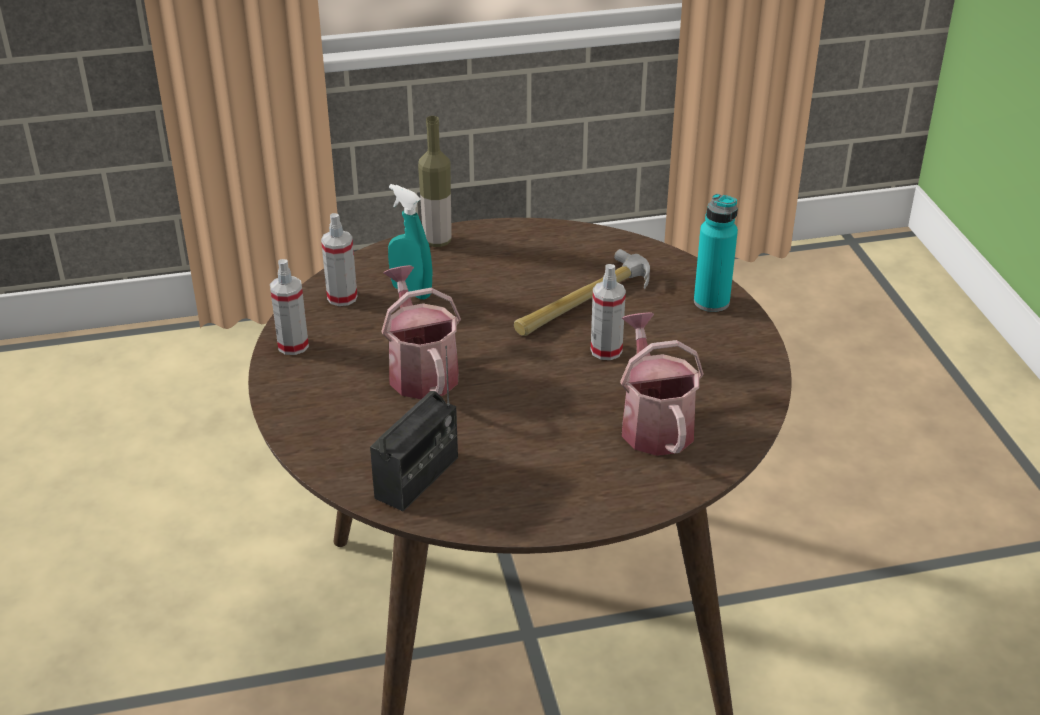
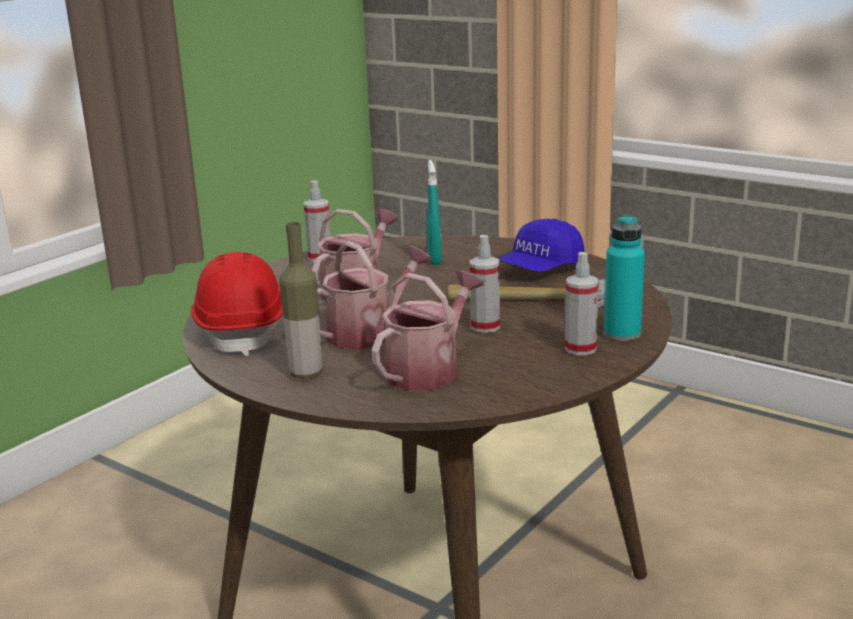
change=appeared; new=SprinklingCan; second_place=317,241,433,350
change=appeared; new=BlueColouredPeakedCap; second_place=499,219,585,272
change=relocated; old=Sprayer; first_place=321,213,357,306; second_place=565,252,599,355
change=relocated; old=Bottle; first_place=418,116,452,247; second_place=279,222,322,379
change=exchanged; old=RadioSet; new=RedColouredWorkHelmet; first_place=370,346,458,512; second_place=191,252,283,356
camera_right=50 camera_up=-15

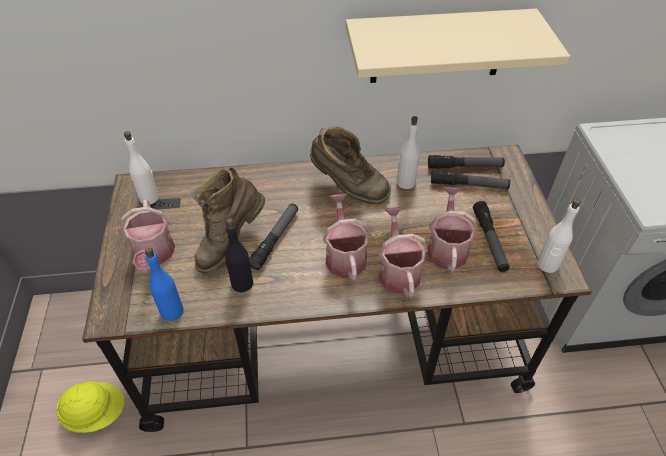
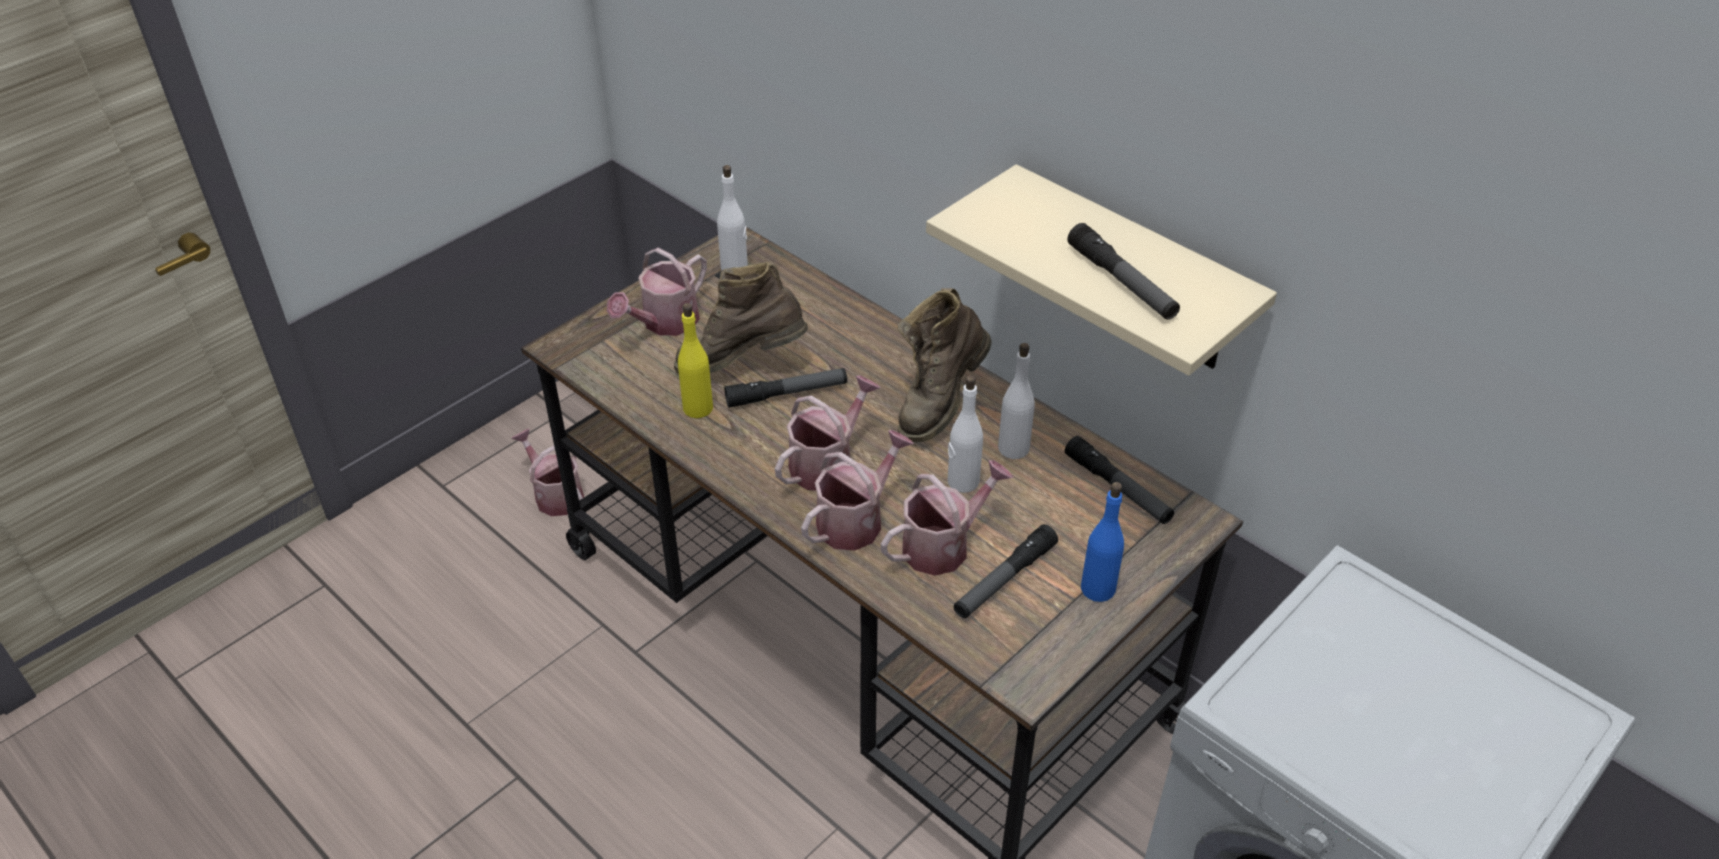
change=relocated; old=BlueColouredBottle; first_place=145,247,184,321; second_place=1081,482,1124,602
change=relocated; old=Torch; first_place=431,170,510,189; second_place=1068,223,1180,320
change=relocated; old=WhitishBottle; first_place=537,199,581,273; second_place=947,375,983,493
change=exchanged; old=YellowColouredWorkHelmet; new=SprinklingCan; first_place=57,382,124,433; second_place=511,428,584,516
change=colour; old=BlackBottle; new=YellowColouredBottle; first_place=225,218,253,293; second_place=678,303,713,418
change=spun; old=BrownColouredTallBoot; first_place=310,126,391,204; second_place=897,288,992,442; degrees=45
camera_right=50 camera_up=-5

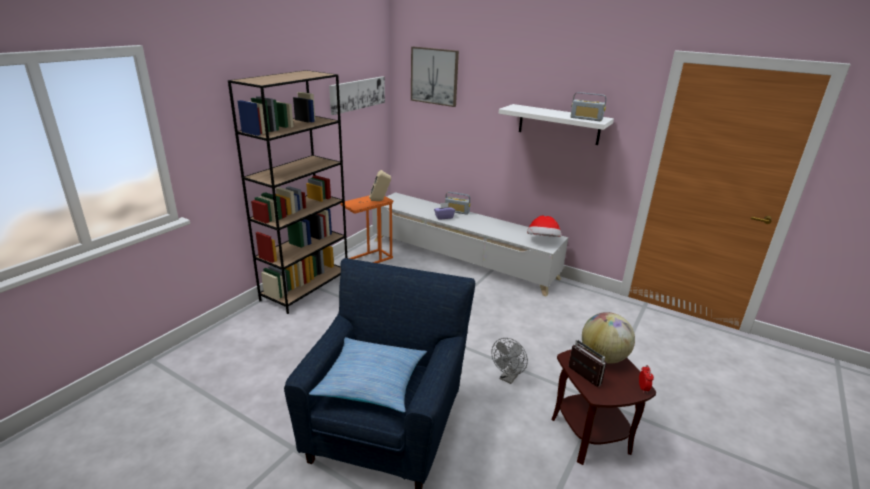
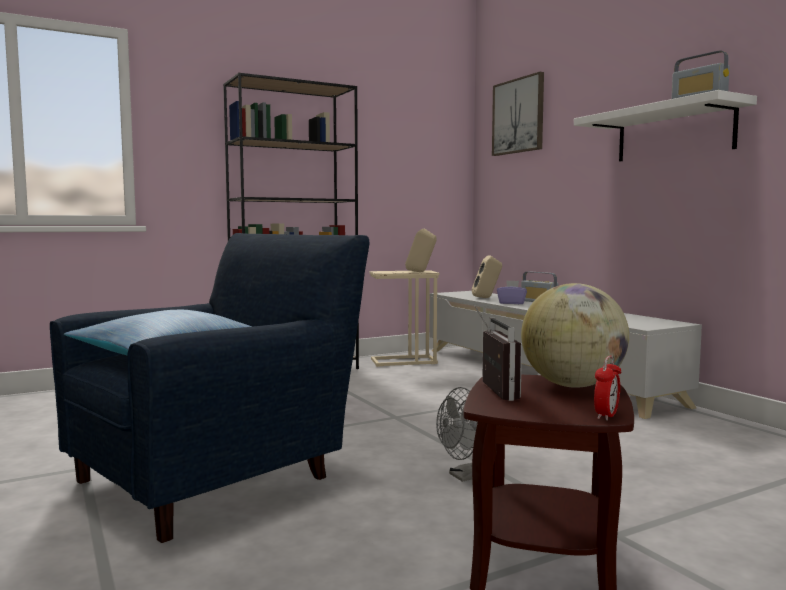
change=missing; old=Picture; first_place=329,76,385,115
change=missing; old=ClothingHat; first_place=527,216,561,237
change=appeared; new=BeigeColouredSpeaker; second_place=472,256,502,298
change=colour; old=OrangeColouredSideTable; new=BeigeColouredSideTable; first_place=340,195,394,263; second_place=369,270,439,367
camera_right=30 camera_up=-20

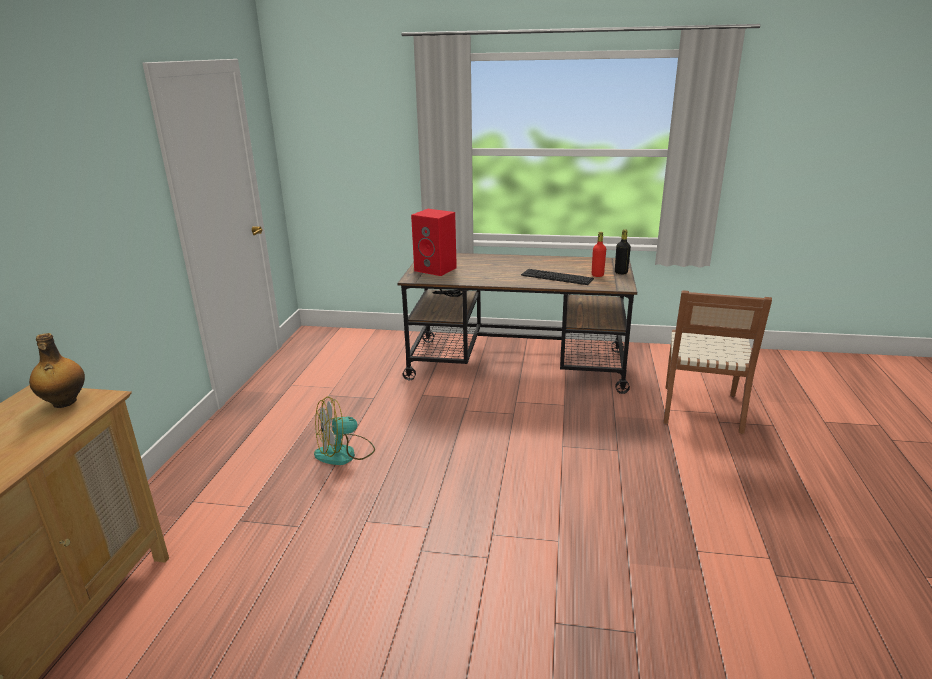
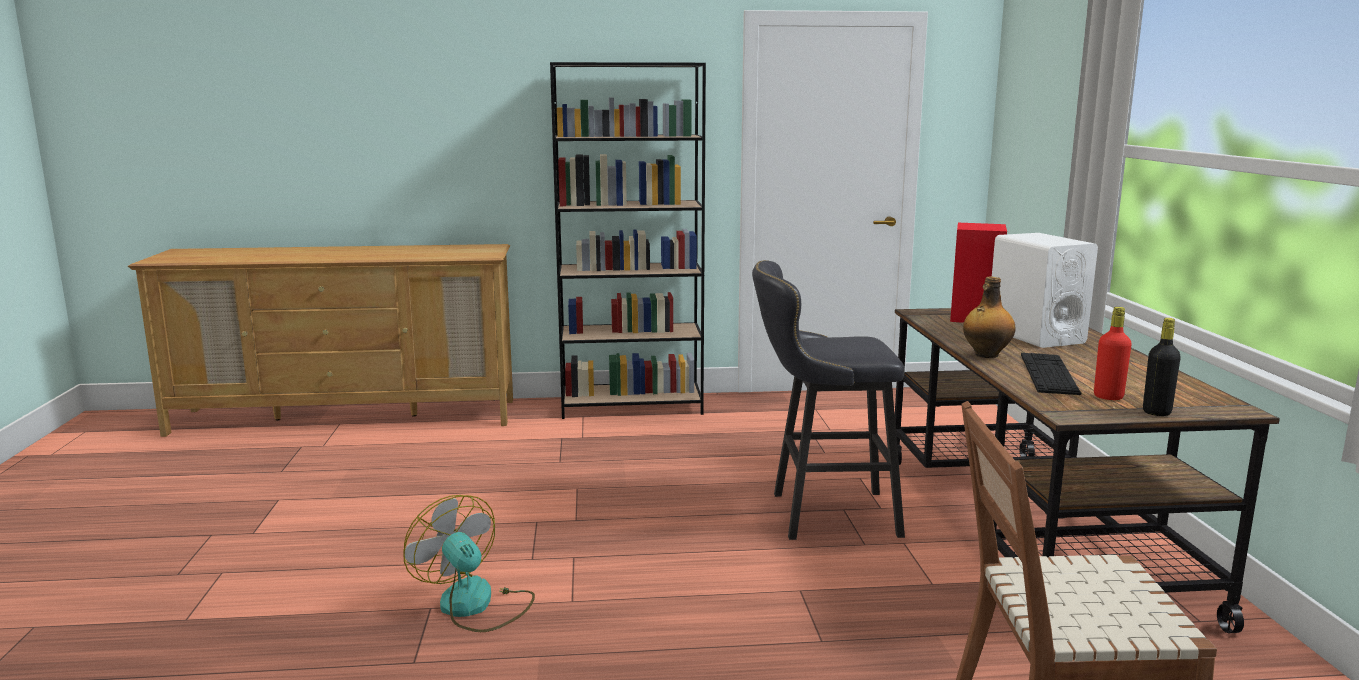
change=appeared; new=BeigeColouredShelvingUnit; second_place=550,62,706,419
change=appeared; new=BlackStoolSeat; second_place=752,260,905,540
change=appeared; new=WhitishSpeaker; second_place=992,233,1098,348
change=relocated; old=Bottle; first_place=29,333,85,408; second_place=963,276,1016,358
change=relocated; old=CoolingFan; first_place=314,396,375,465; second_place=403,495,535,632
camera_right=75 camera_up=-10

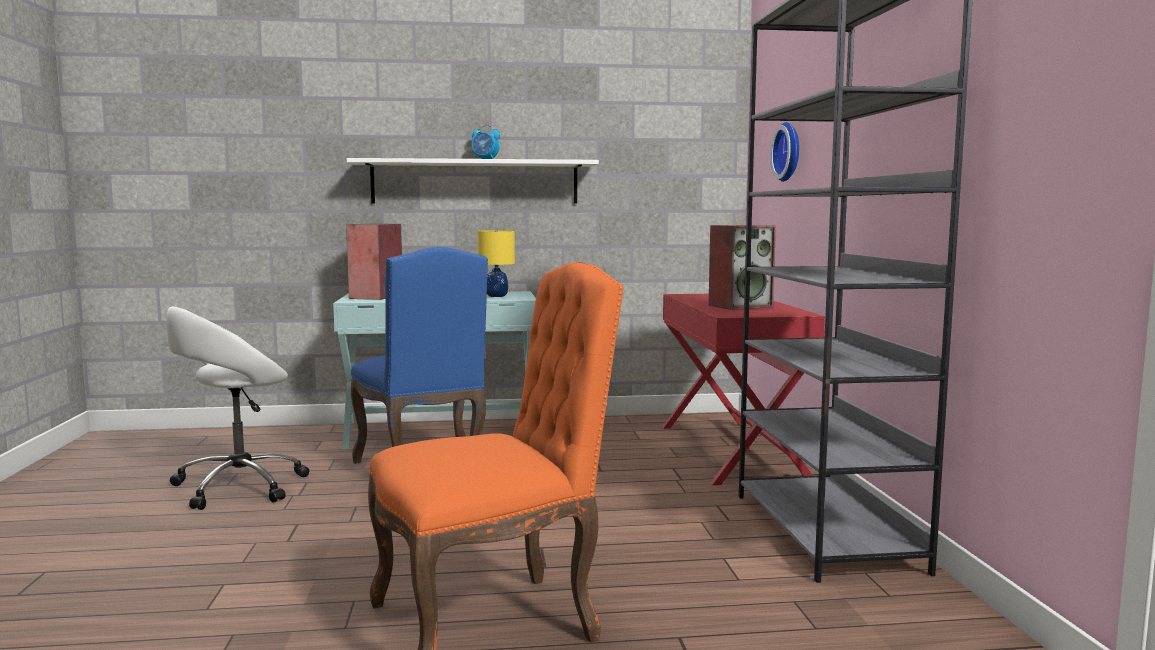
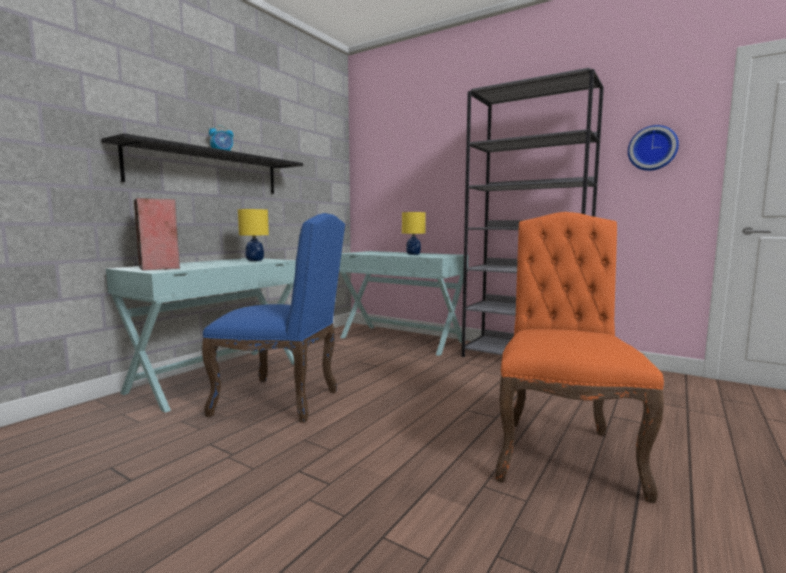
change=missing; old=WhitishDeskChair; first_place=166,307,309,510
change=relocated; old=WallClock; first_place=770,122,799,182; second_place=628,125,679,171
change=exchanged; old=Speaker; new=YellowColouredLampForATable; first_place=708,225,776,310; second_place=402,212,426,255
change=colour; old=WhitishShelf; new=BlackShelf; first_place=347,158,599,204; second_place=101,133,303,194
change=colour; old=RedColouredDesk; new=BlueGreenDesk; first_place=662,294,825,485; second_place=339,251,469,356
camera_right=-50 camera_up=0

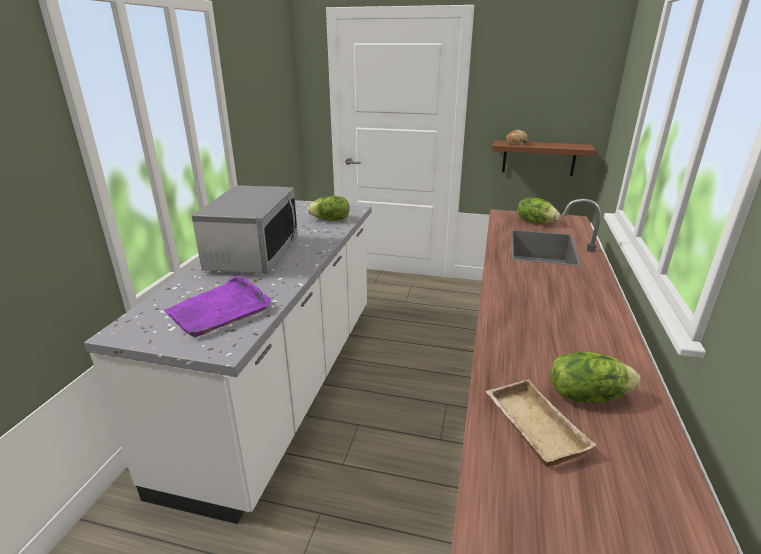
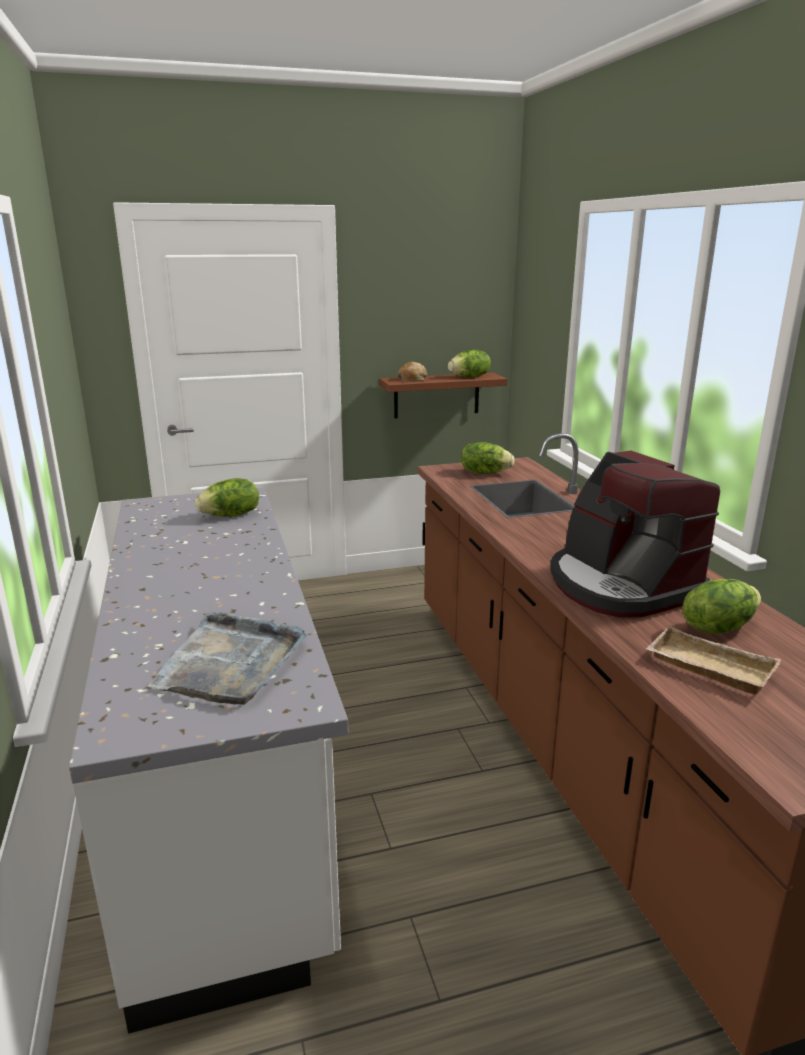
change=missing; old=MicrowaveOven; first_place=191,185,298,274
change=appeared; new=LettuceHead; second_place=448,350,491,377
change=appeared; new=CoffeeBrewer; second_place=550,451,720,617
change=colour; old=PurpleColouredTray; new=GrayTray; first_place=164,276,271,337; second_place=147,612,307,704
camera_right=-30 camera_up=-5

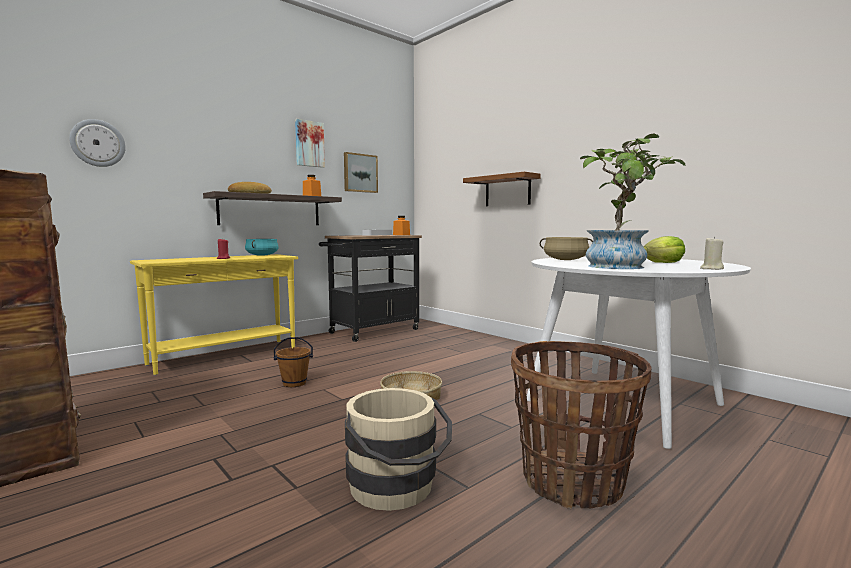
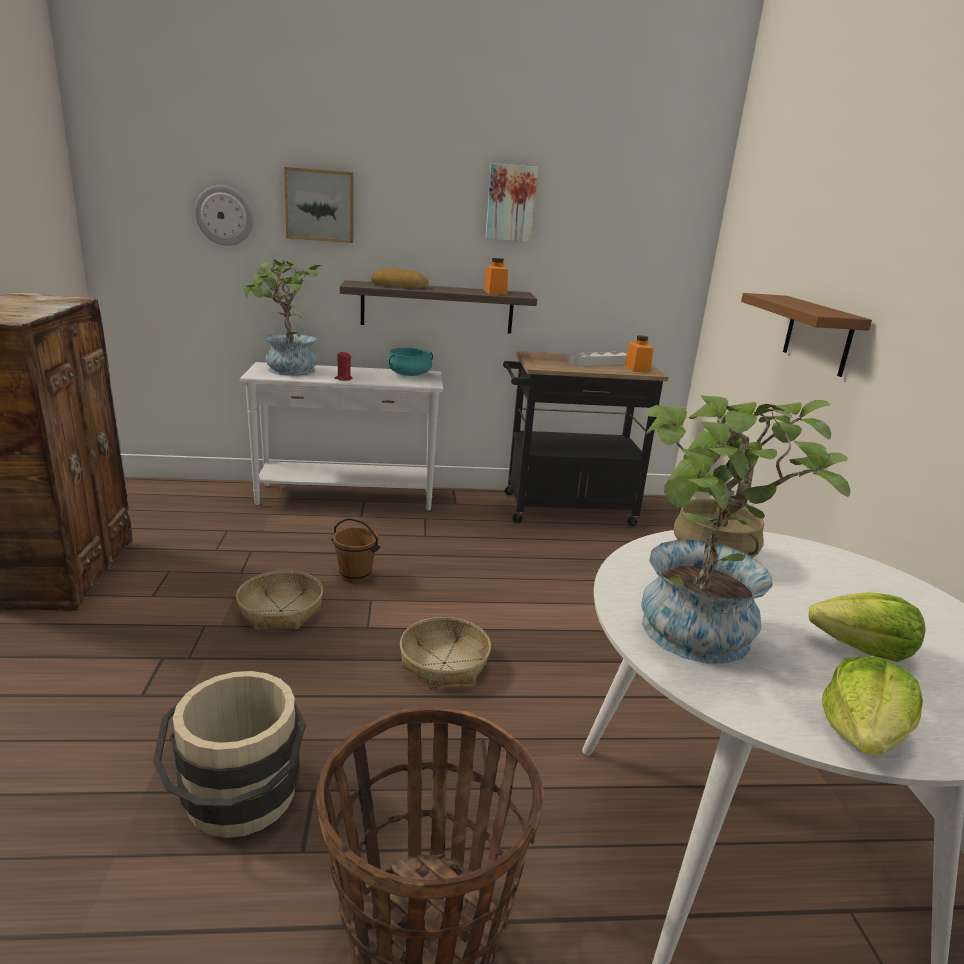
change=appeared; new=HouseholdBasket; second_place=236,571,323,630
change=appeared; new=PottedPlant; second_place=241,259,326,376
change=relocated; old=Picture; first_place=344,152,378,193; second_place=284,167,354,243
change=exchanged; old=BeigeColouredWaxLight; new=LettuceHead; first_place=700,236,724,270; second_place=822,656,923,757
change=colour; old=YellowColouredNarrowTable; new=WhitishNarrowTable; first_place=130,254,298,375; second_place=239,362,443,511
camera_right=35 camera_up=15

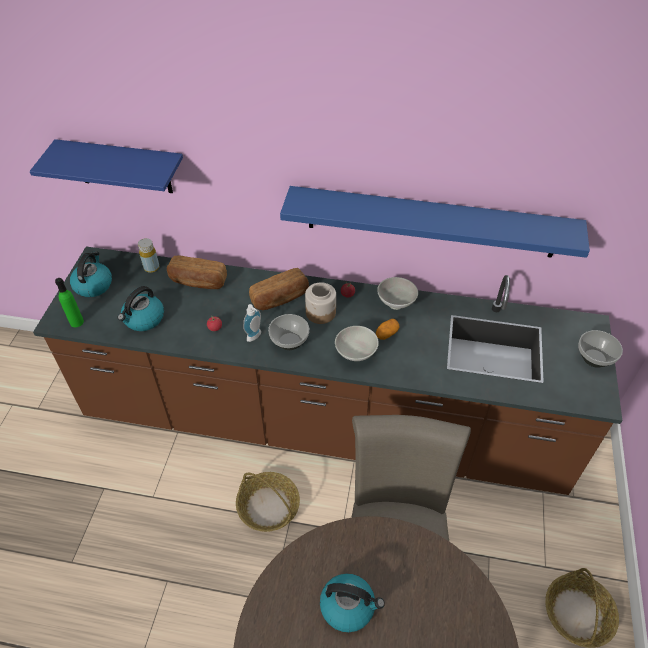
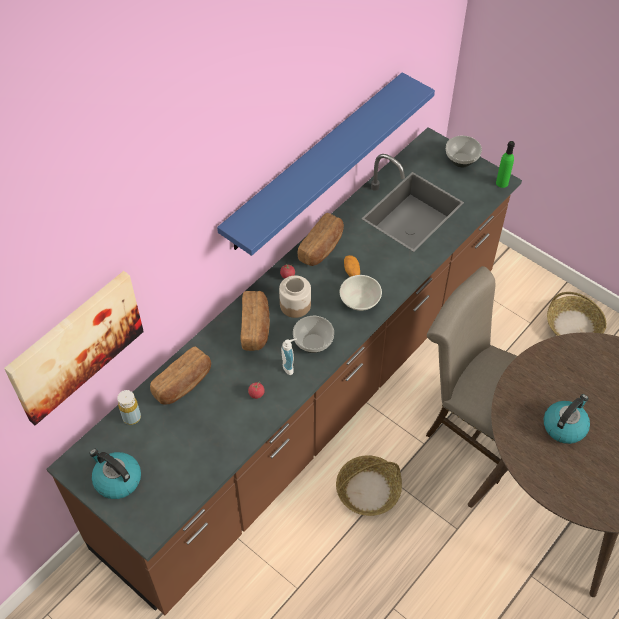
change=missing; old=TeaKettle; first_place=117,286,164,331
change=relocated; old=GreenBottle; first_place=55,278,84,327; second_place=496,141,515,188
change=exchanged; old=BlueColouredShelf; new=Picture; first_place=30,139,183,193; second_place=4,271,144,425
change=exchanged; old=WhitishBowl; new=BakeryBread; first_place=377,277,418,310; second_place=298,213,344,266
camera_right=-60 camera_up=5

